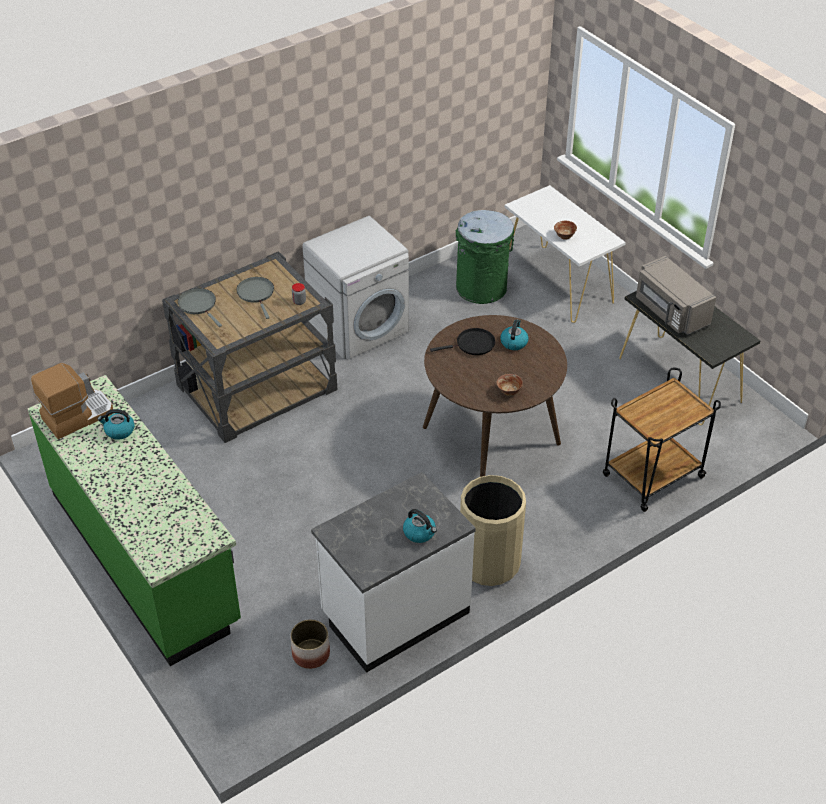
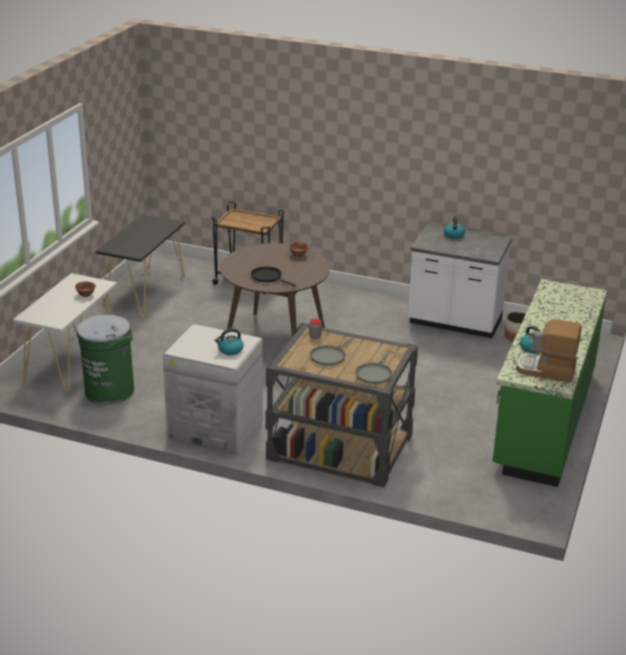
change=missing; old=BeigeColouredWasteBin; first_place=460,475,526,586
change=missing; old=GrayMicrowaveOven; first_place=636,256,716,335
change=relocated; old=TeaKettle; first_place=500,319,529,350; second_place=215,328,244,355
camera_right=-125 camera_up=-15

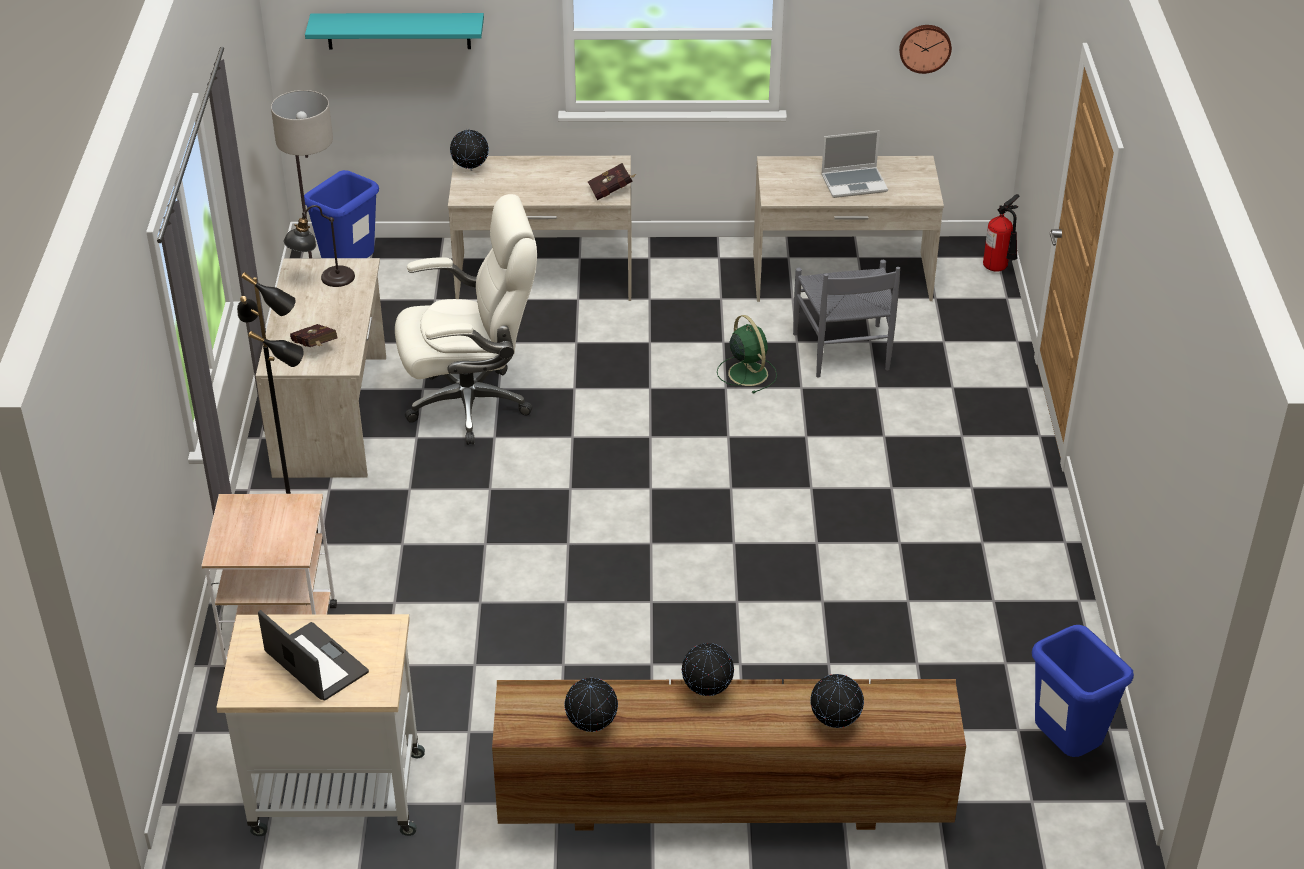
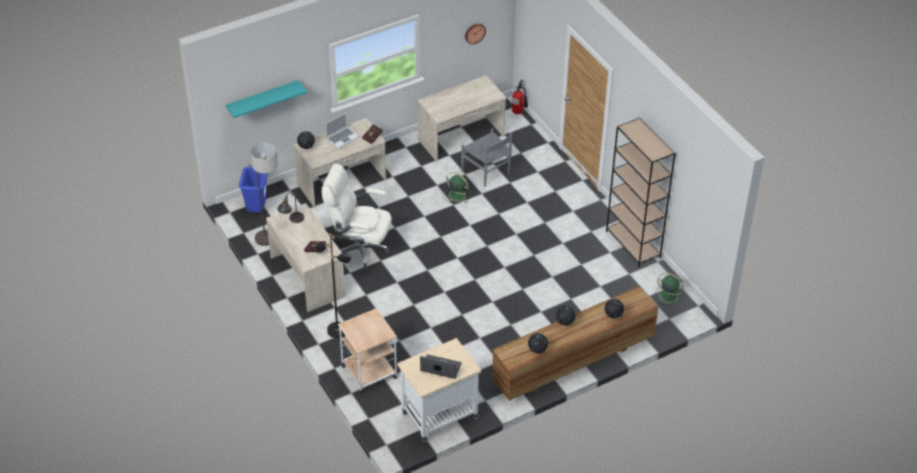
change=appeared; new=BeigeColouredShelvingUnit; second_place=606,118,676,268
change=relocated; old=PortableComputer; first_place=821,131,888,198; second_place=325,113,359,149
change=exchanged; old=BlueColouredWasteBin; new=GreenCoolingFan; first_place=1032,625,1134,757; second_place=654,273,684,305
change=spun; old=WhitishDeskChair; first_place=395,194,537,445; second_place=322,164,392,271; degrees=-120
camera_right=-30 camera_up=5

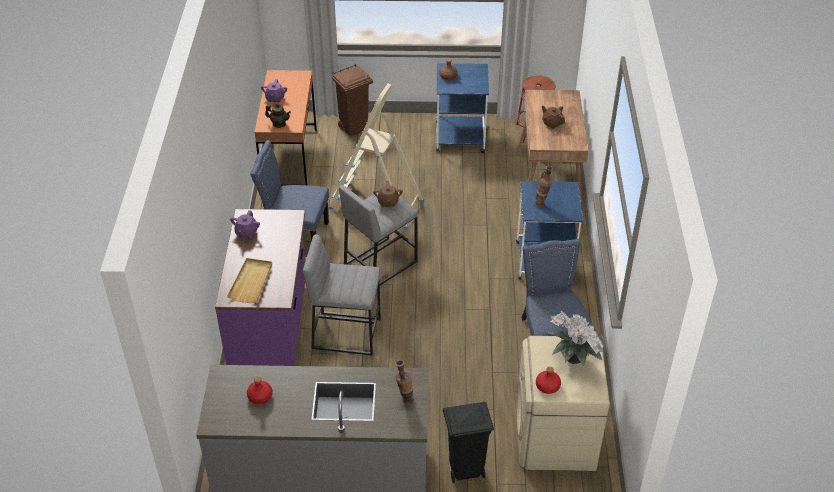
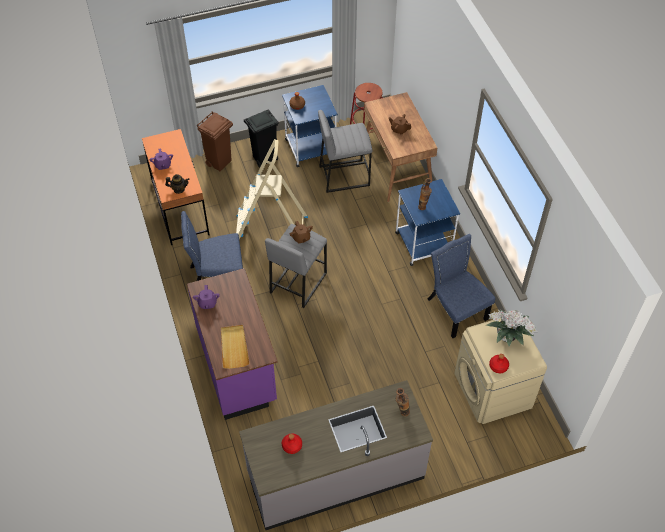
change=relocated; old=GrayStoolSeat; first_place=303,234,381,355; second_place=318,110,372,193
change=relocated; old=BlackWasteBin; first_place=443,402,494,483; second_place=244,110,279,168
camera_right=-20 camera_up=10

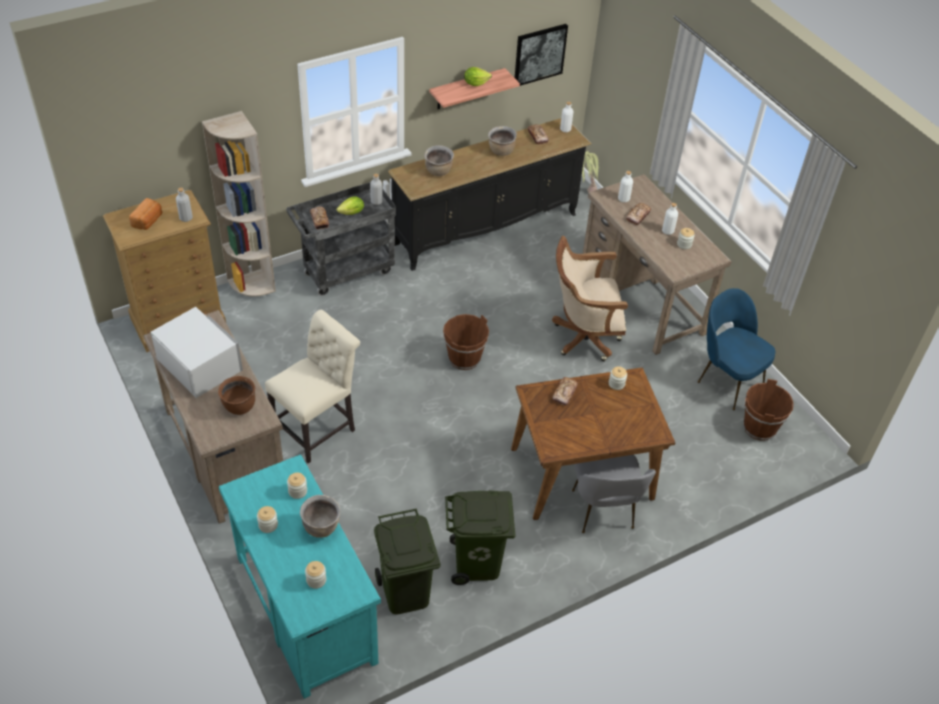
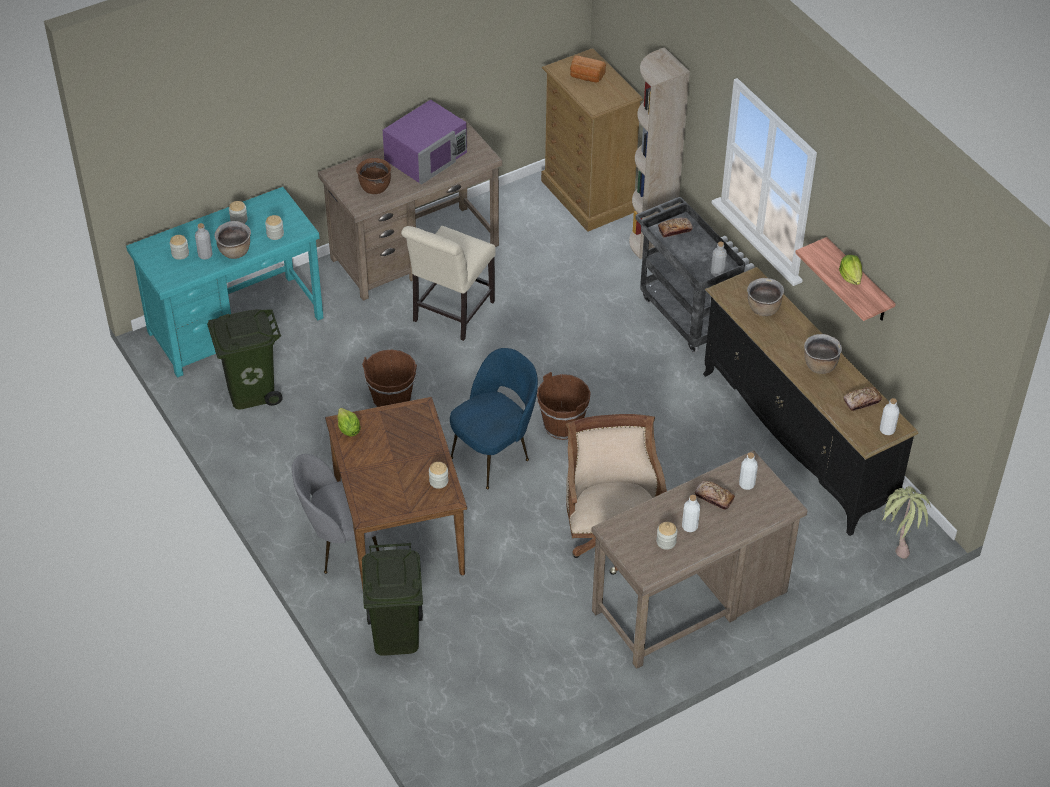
change=missing; old=Picture; first_place=515,24,568,86
change=missing; old=BakeryBread; first_place=552,377,578,406
change=relocated; old=GrayBottle; first_place=176,188,193,222; second_place=195,223,213,260
change=relocated; old=LettuceHead; first_place=336,196,364,215; second_place=337,408,361,437
change=relocated; old=GreenWasteBin; first_place=445,490,516,585; second_place=362,543,423,656
change=relocated; old=BlueColouredChair; first_place=698,288,775,410; second_place=450,348,538,489
change=relocated; old=BrownColouredBucket; first_place=743,379,793,441; second_place=362,350,417,407
change=colour; old=WhitishMicrowaveOven; new=PurpleColouredMicrowaveOven; first_place=150,307,243,398; second_place=383,99,467,185
change=spun; old=BeigeColouredChair; first_place=265,310,360,464; second_place=401,226,496,341; degrees=75
camera_right=90 camera_up=0

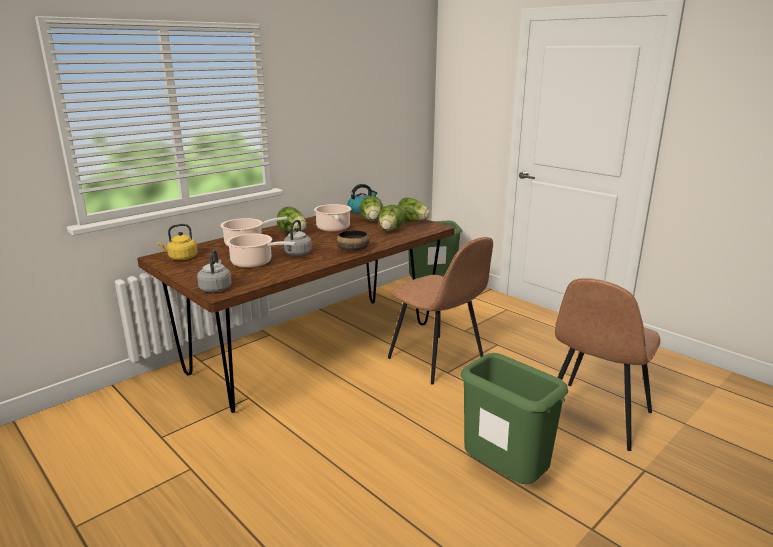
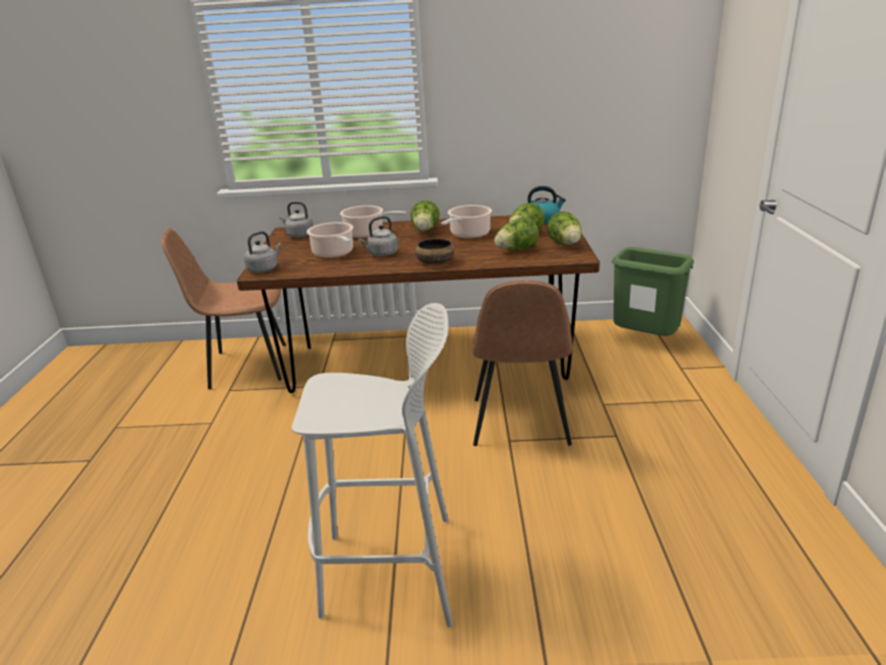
change=relocated; old=BrownColouredChair; first_place=555,278,661,451; second_place=161,228,286,389
change=exchanged; old=GreenWasteBin; new=WhitishStoolSeat; first_place=460,353,568,484; second_place=292,303,453,627
change=colour; old=YellowColouredTeaKettle; new=GrayTeaKettle; first_place=157,224,198,260; second_place=280,202,313,238
camera_right=45 camera_up=5

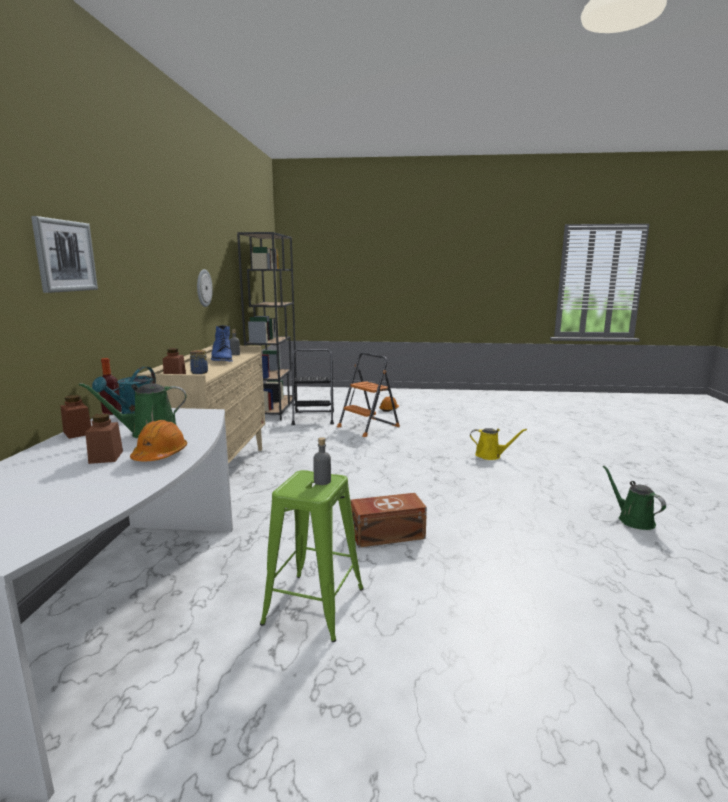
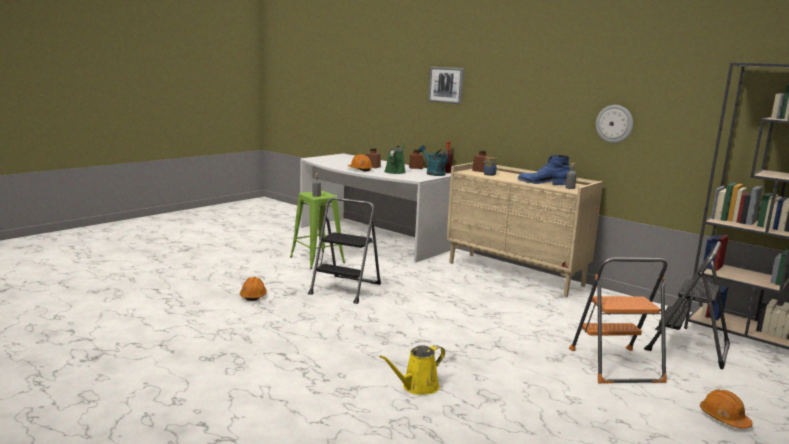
change=missing; old=GreenSprinklingCan; first_place=603,465,666,530
change=appeared; new=OrangeColouredWorkHelmet; second_place=240,277,267,301
change=exchanged; old=BrownColouredStorageContainer; new=BlackStepStool; first_place=351,493,427,548; second_place=308,197,381,304
camera_right=125 camera_up=0

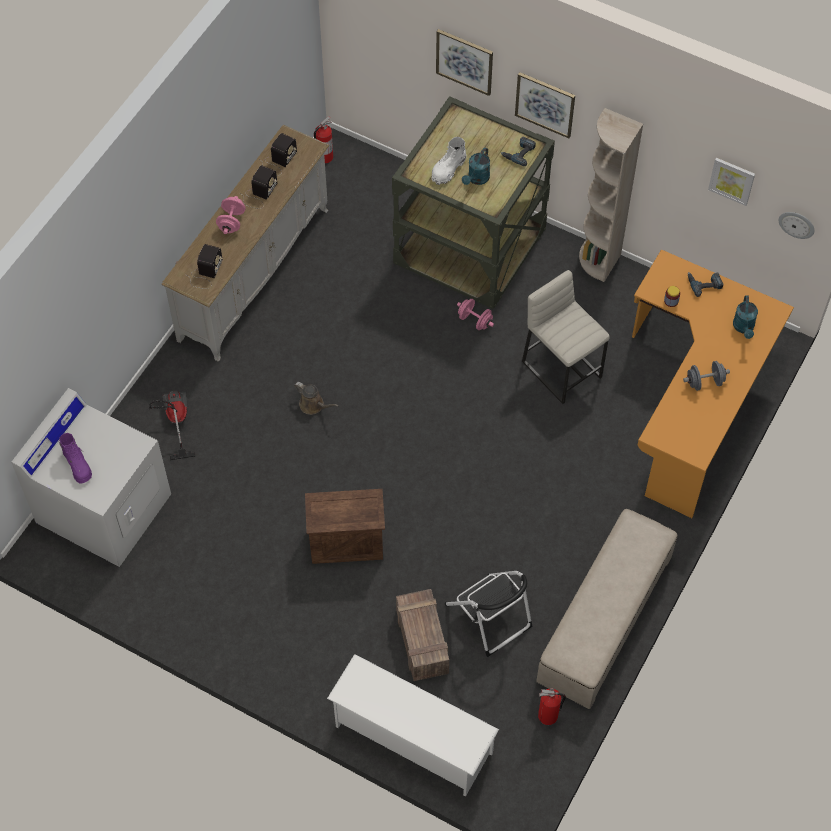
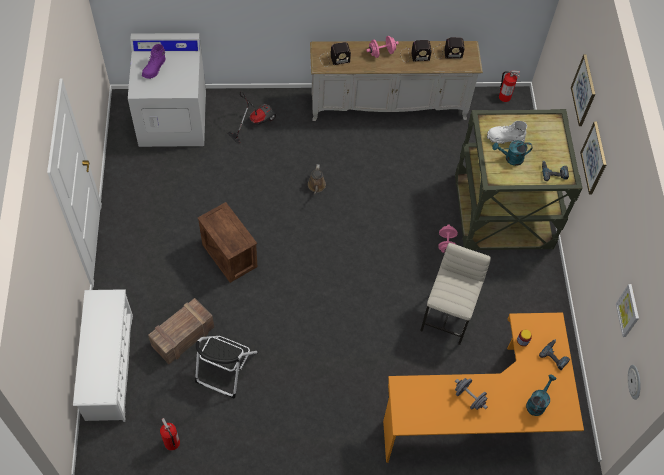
change=missing; old=BeigeColouredLongSeat; first_place=536,509,677,709
change=missing; old=BeigeColouredShelvingUnit; first_place=579,108,643,282
change=spun; old=BlueGreenSprinklingCan; first_place=733,295,758,339; second_place=526,374,557,416; degrees=150
camera_right=55 camera_up=0

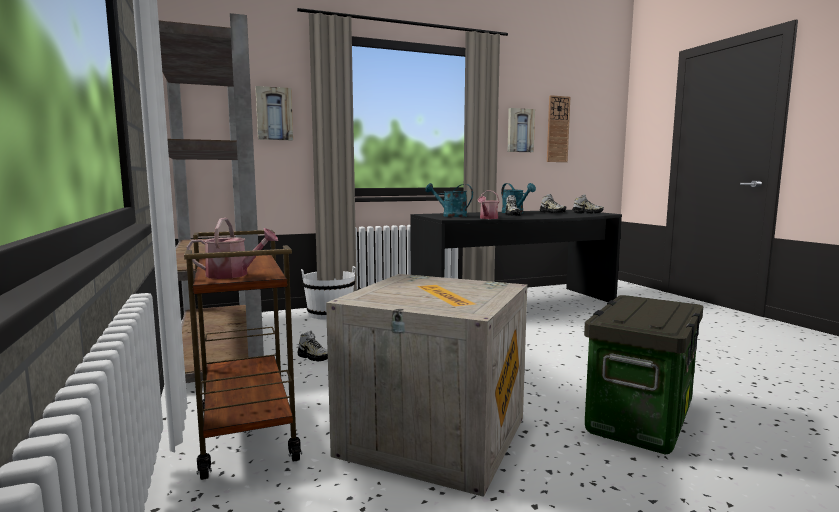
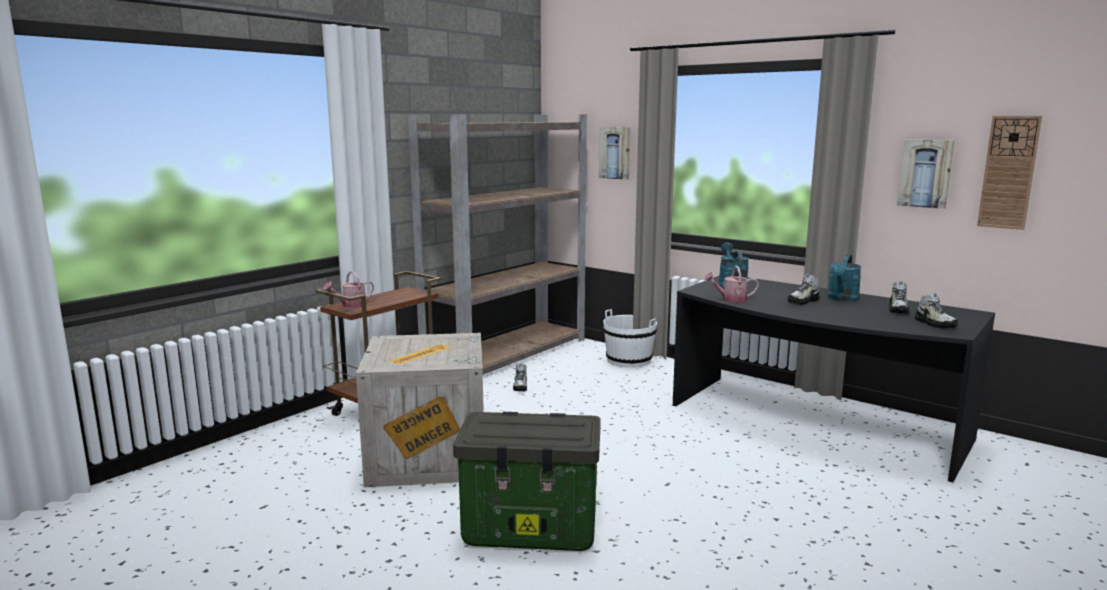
change=spun; old=SprinklingCan; first_place=187,218,278,279; second_place=323,271,374,308; degrees=75
camera_right=60 camera_up=5

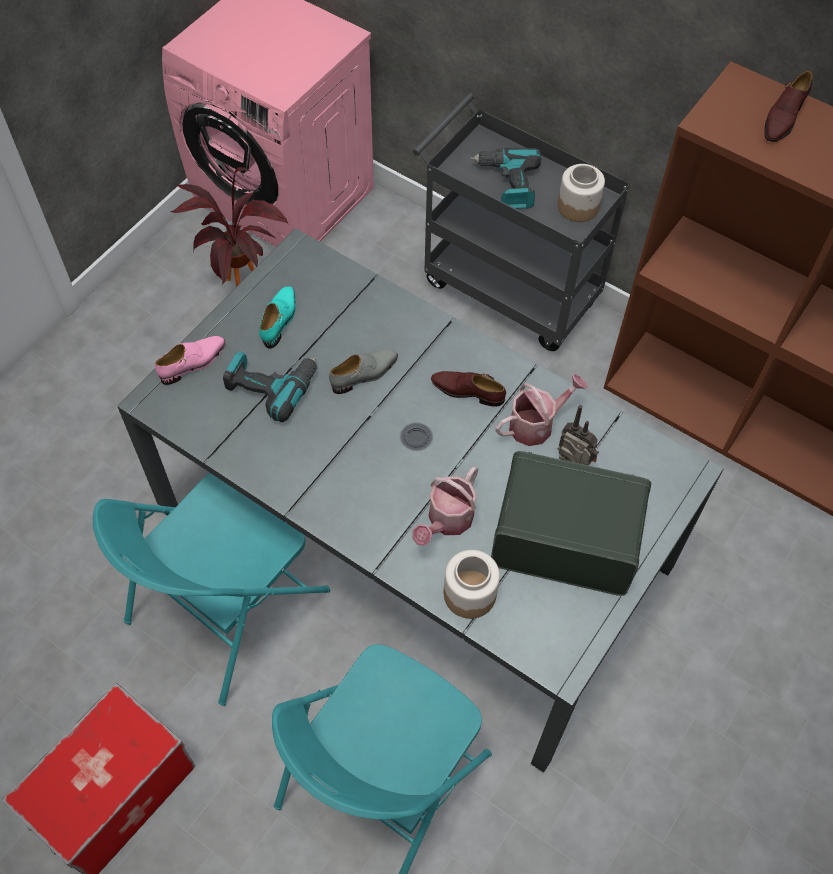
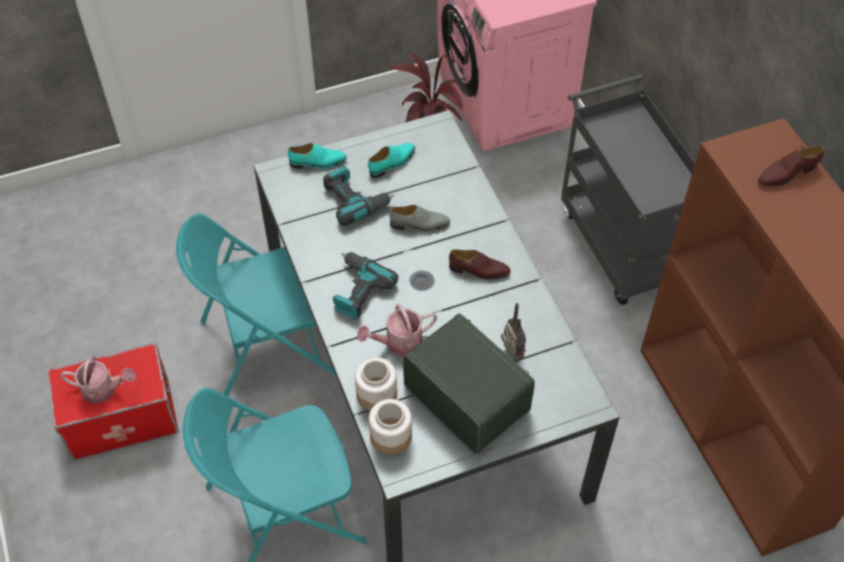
change=relocated; old=Drill; first_place=471,148,541,209; second_place=333,252,398,319
change=relocated; old=SprinklingCan; first_place=496,374,587,446; second_place=60,356,136,404
change=relocated; old=Jar; first_place=558,164,605,222; second_place=369,399,412,455
change=colour; old=PinkColouredLowShoe; new=BlueGreenLowShoe; first_place=155,336,225,385; second_place=288,143,347,169
change=spun; old=BrownColouredLowShoe; first_place=431,371,506,407; second_place=449,249,511,279; degrees=135
camera_right=35 camera_up=-5

